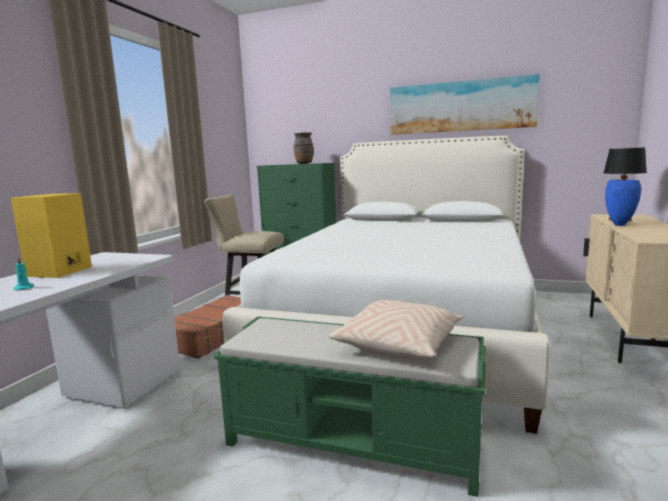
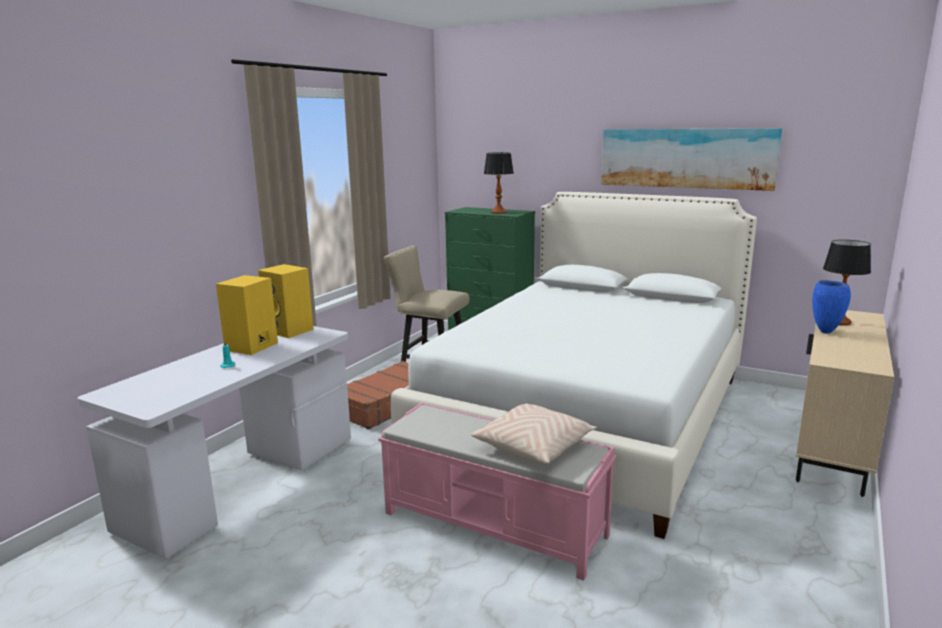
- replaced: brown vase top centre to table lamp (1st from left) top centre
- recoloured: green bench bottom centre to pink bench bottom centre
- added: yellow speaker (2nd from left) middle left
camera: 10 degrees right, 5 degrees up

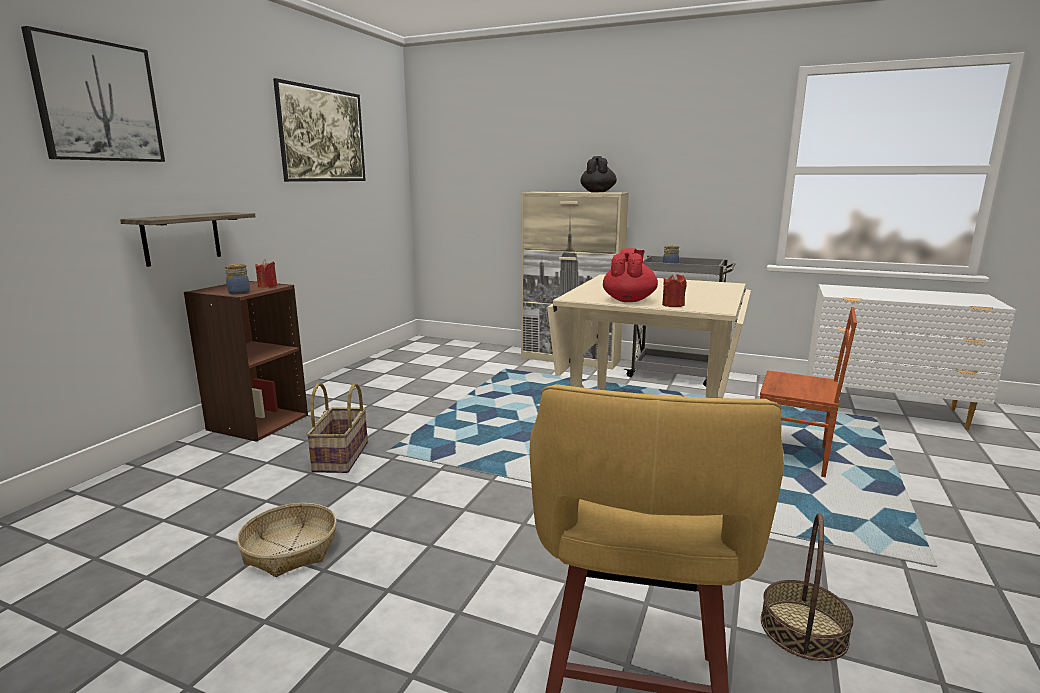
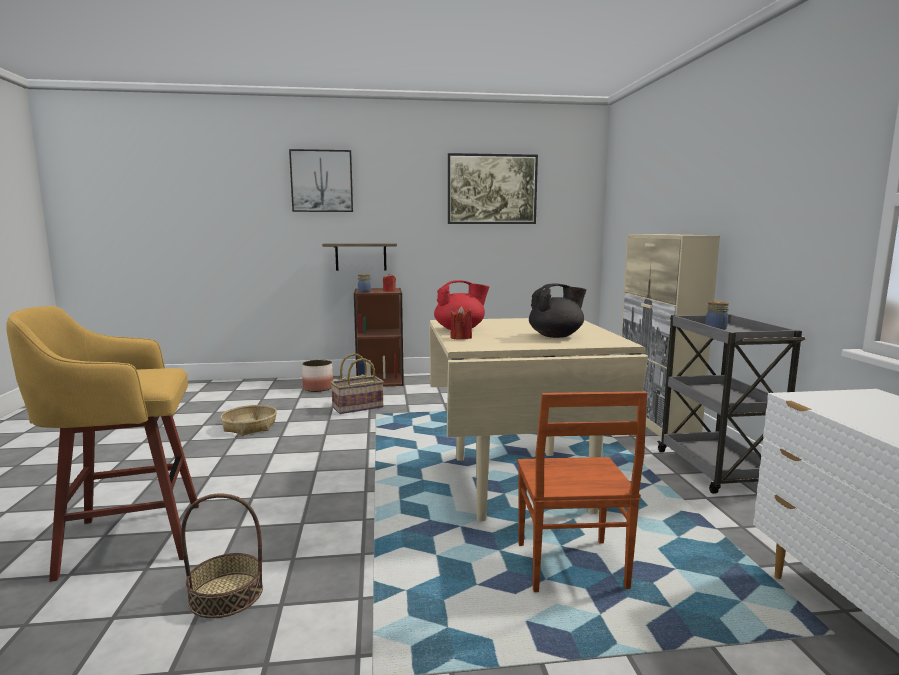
- moved: black teapot top centre to centre
- added: planter centre
camera: 60 degrees right, 5 degrees down

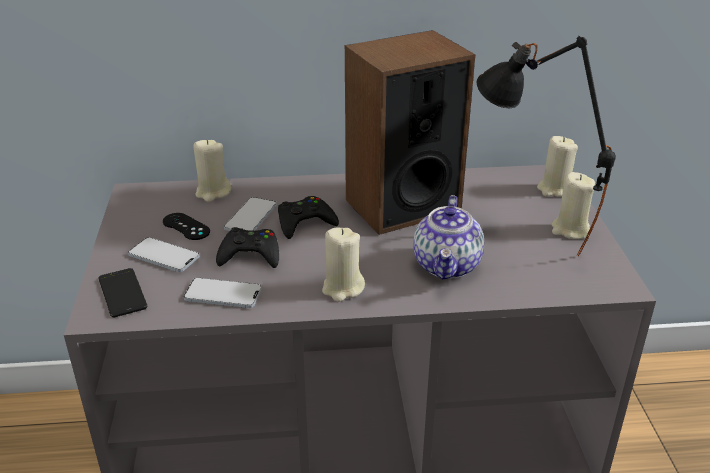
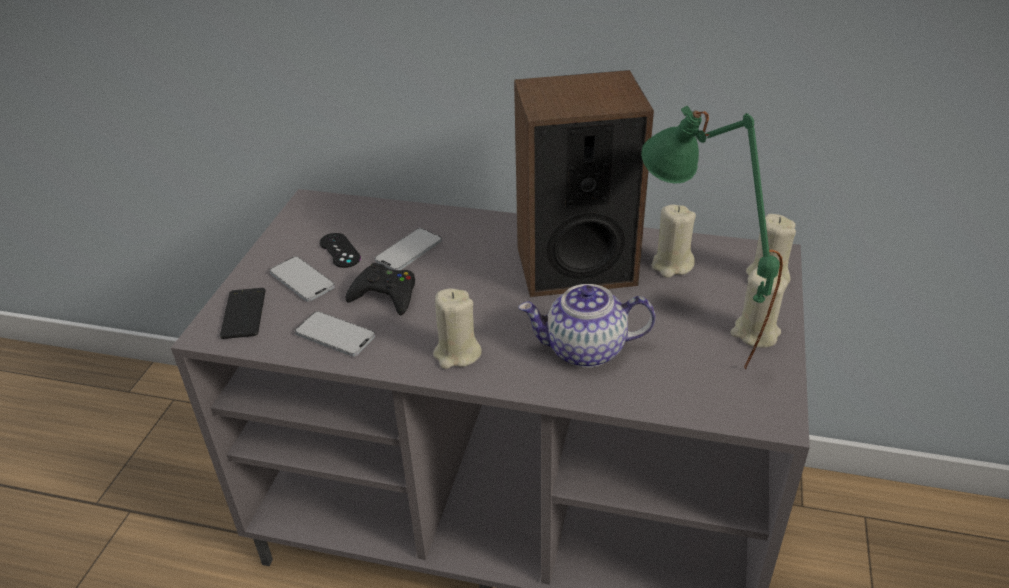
- recoloured: black table lamp top right to green table lamp middle right
- moved: beige candle (1st from left in the first image) middle left to beige candle (2nd from left) middle right
- turned: teapot centre = centre 60 degrees clockwise
- removed: black game controller (3rd from left) centre
camera: 20 degrees right, 5 degrees up

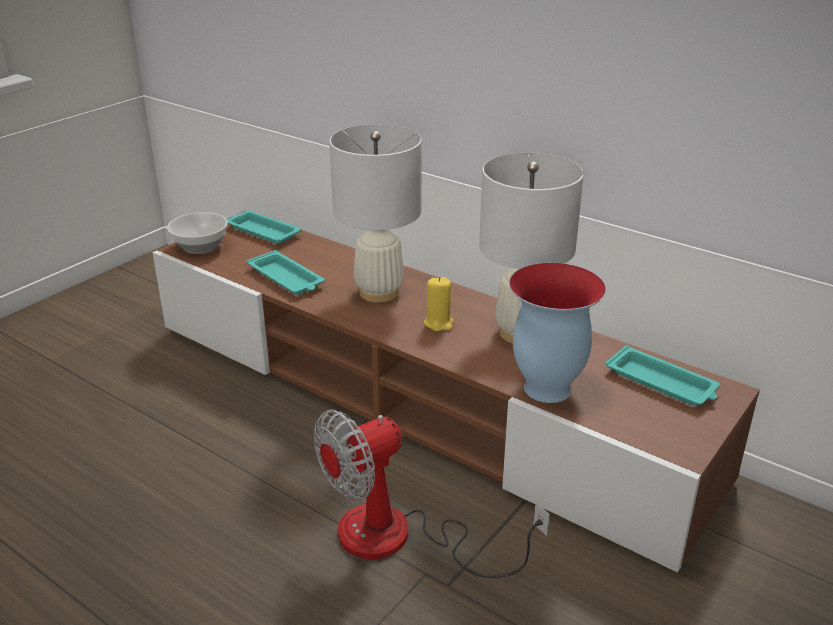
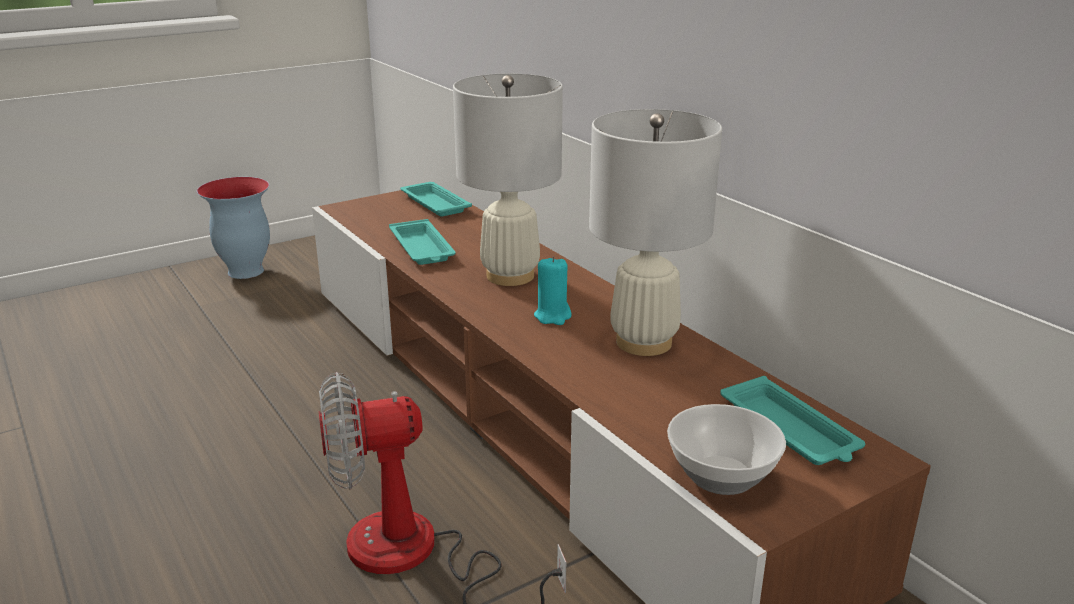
- moved: bowl middle left to bottom right
- moved: vase middle right to middle left
- recoloured: yellow candle centre to turquoise candle centre
camera: 20 degrees right, 5 degrees down

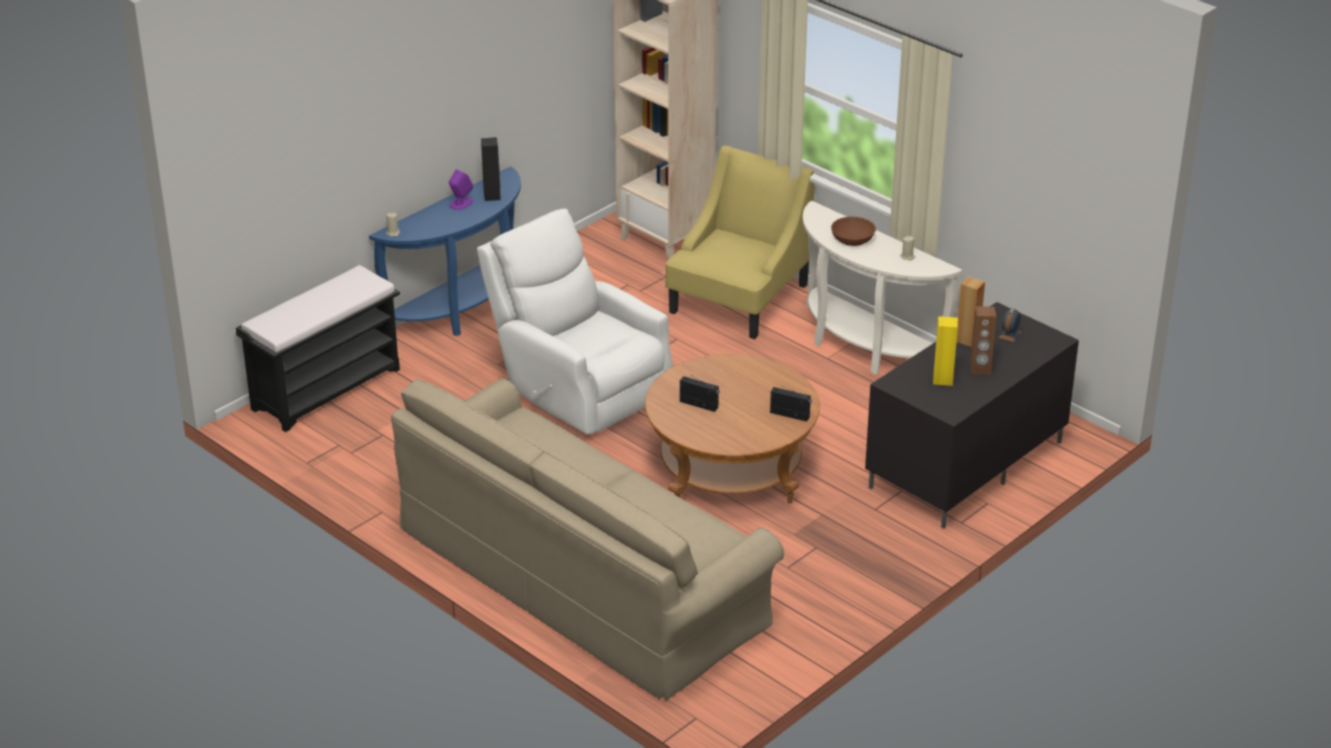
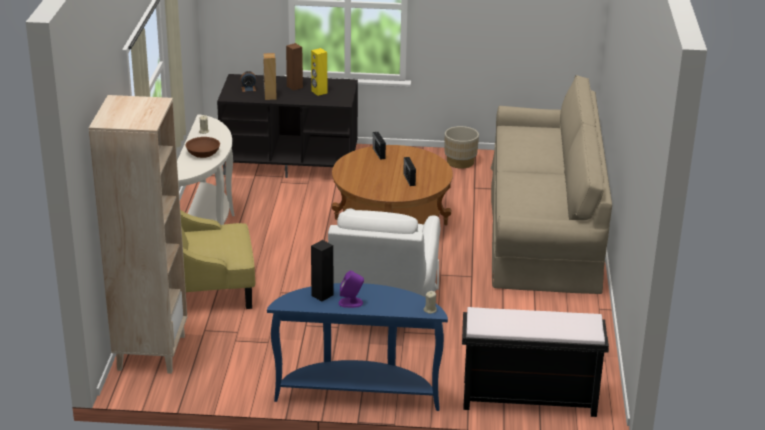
- added: beige planter centre
camera: 130 degrees left, 5 degrees down

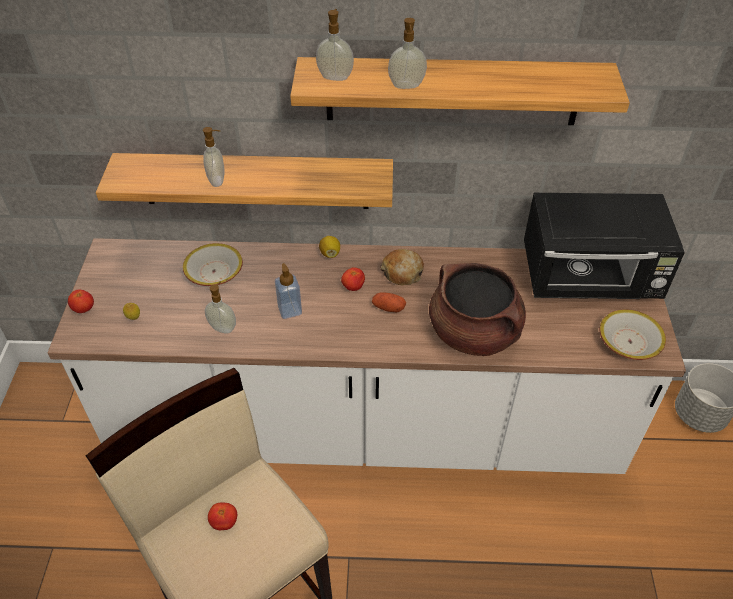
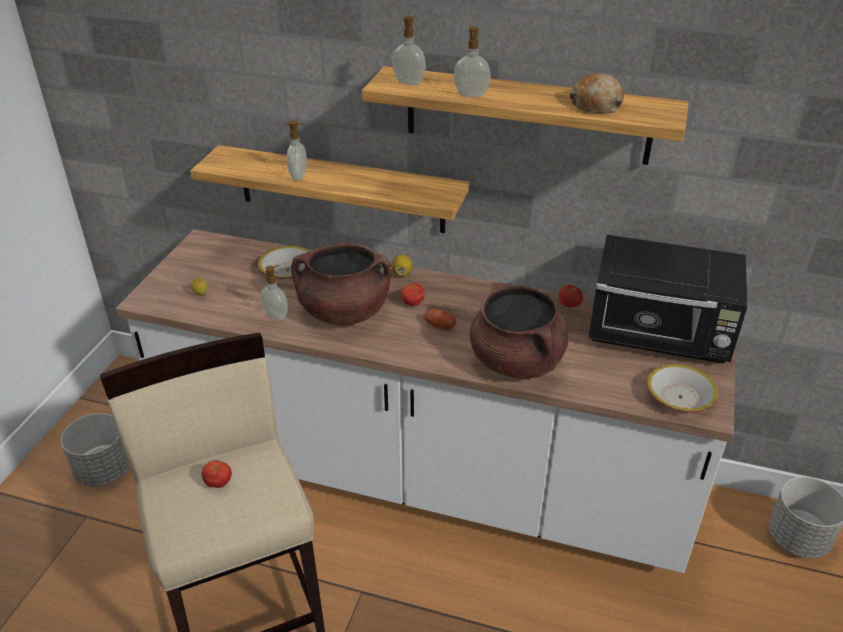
- moved: bread centre to top right
- replaced: soap dispenser (3rd from left) centre to brown cooking pot (1st from left) centre
- moved: tomato (1st from left in the first image) middle left to tomato (3rd from left) middle right
- added: grey planter (1st from left) bottom left
camera: 15 degrees right, 10 degrees down

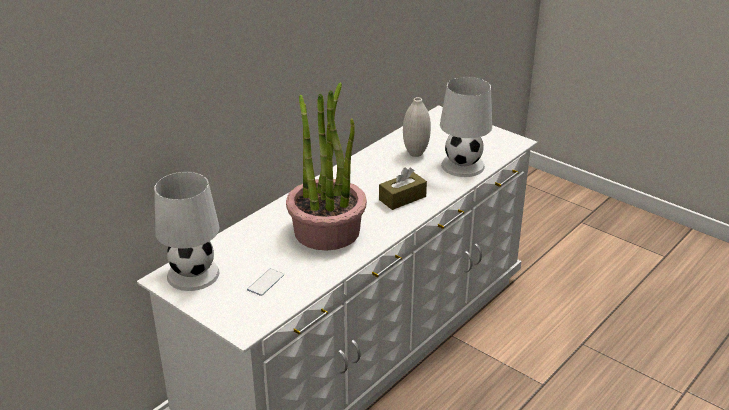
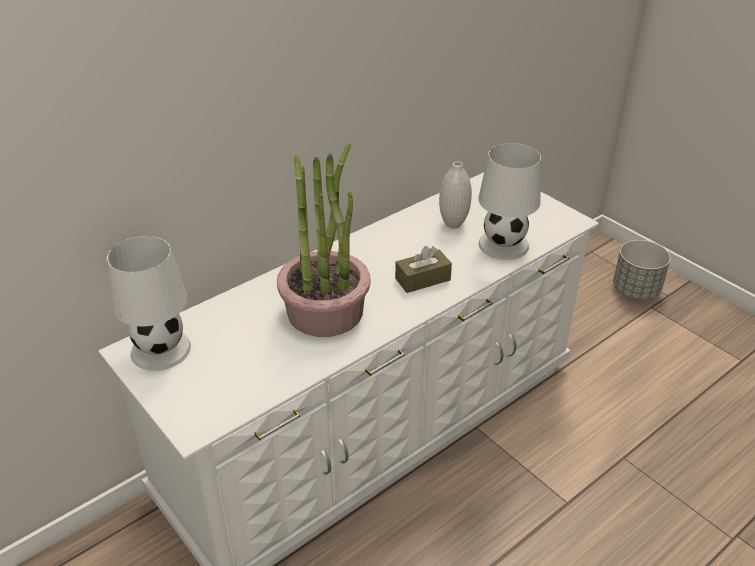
- removed: phone bottom centre
- added: grey planter middle right
camera: 10 degrees right, 5 degrees up

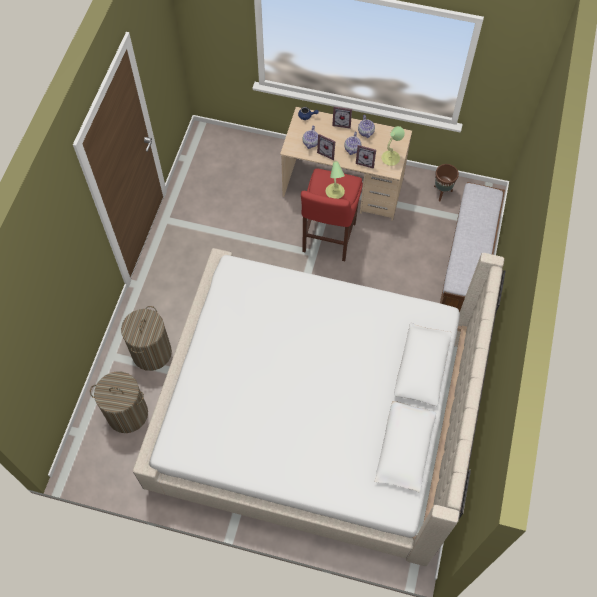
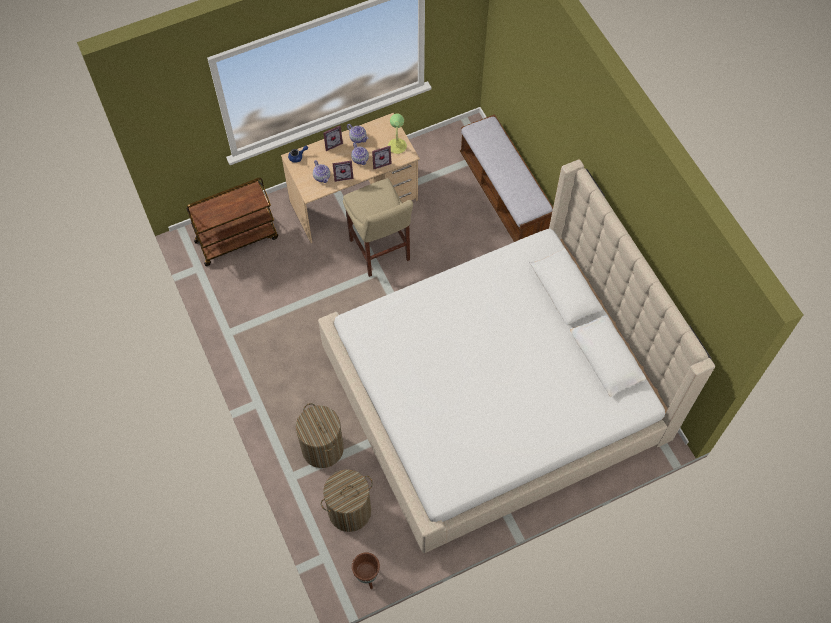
- removed: table lamp (1st from left) top centre
- moved: brown planter top right to bottom centre
- recoloured: red stool centre to beige stool centre
- added: brown cart middle left
camera: 40 degrees left, 0 degrees up

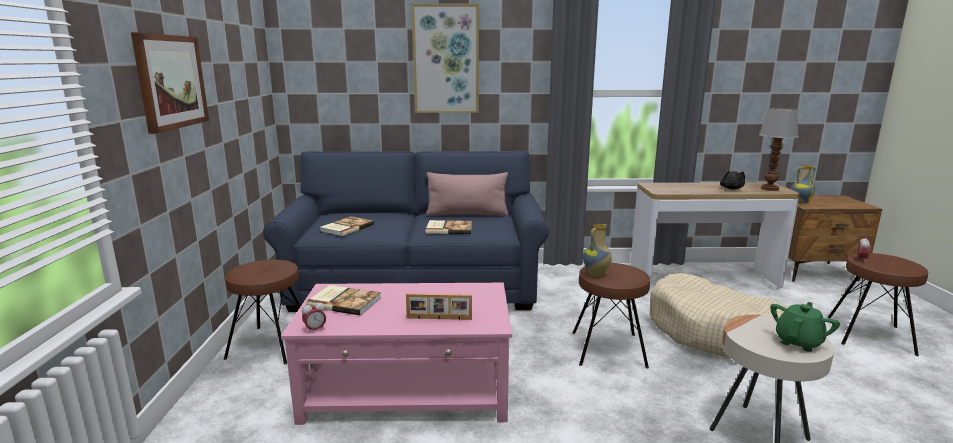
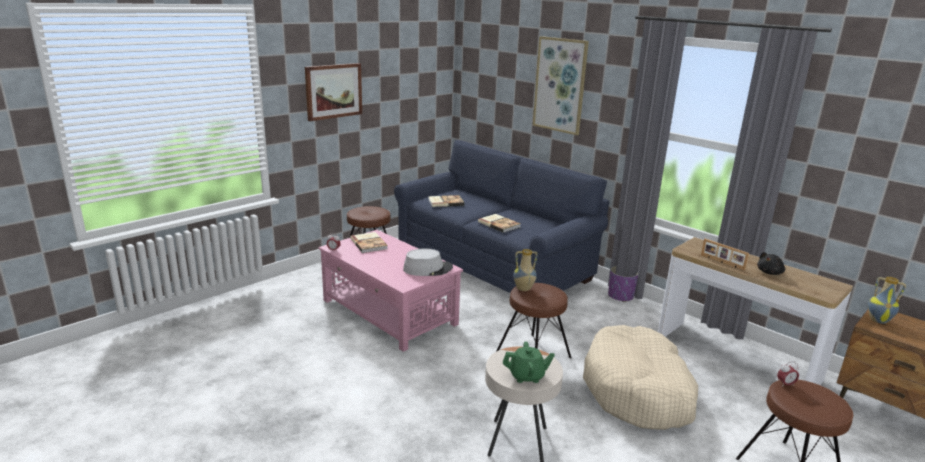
- removed: table lamp middle right
- removed: pink pillow centre
- moved: picture frame bottom centre to middle right
- added: grey hat centre
- added: purple planter middle right
camera: 45 degrees right, 5 degrees up

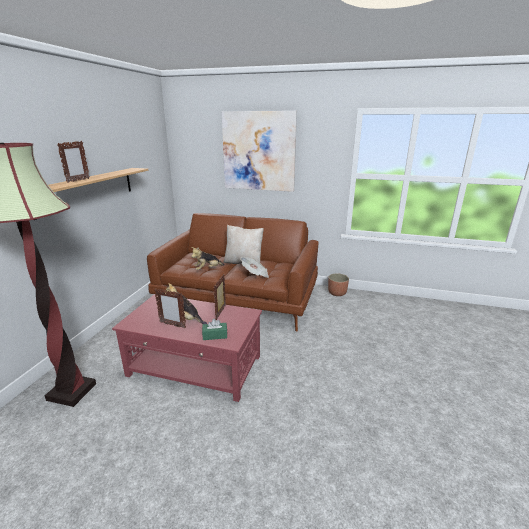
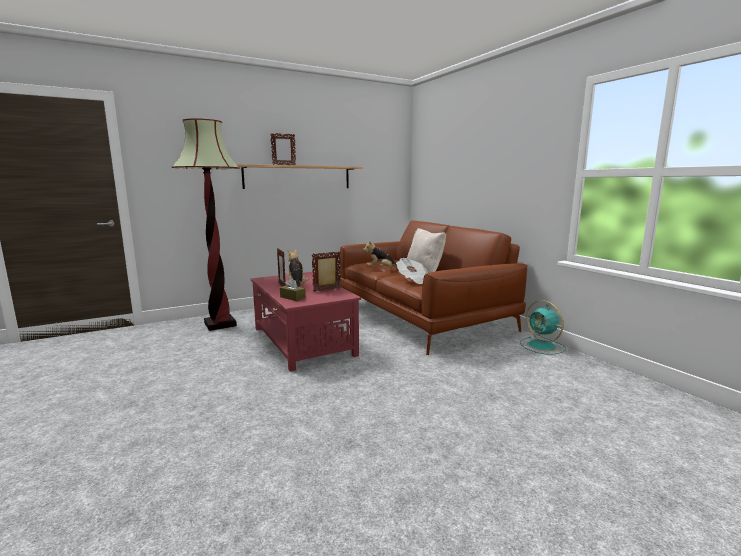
- removed: picture top centre
- replaced: planter centre to turquoise fan middle right
- recoloured: green tissue box centre to brown tissue box centre
camera: 45 degrees right, 10 degrees down

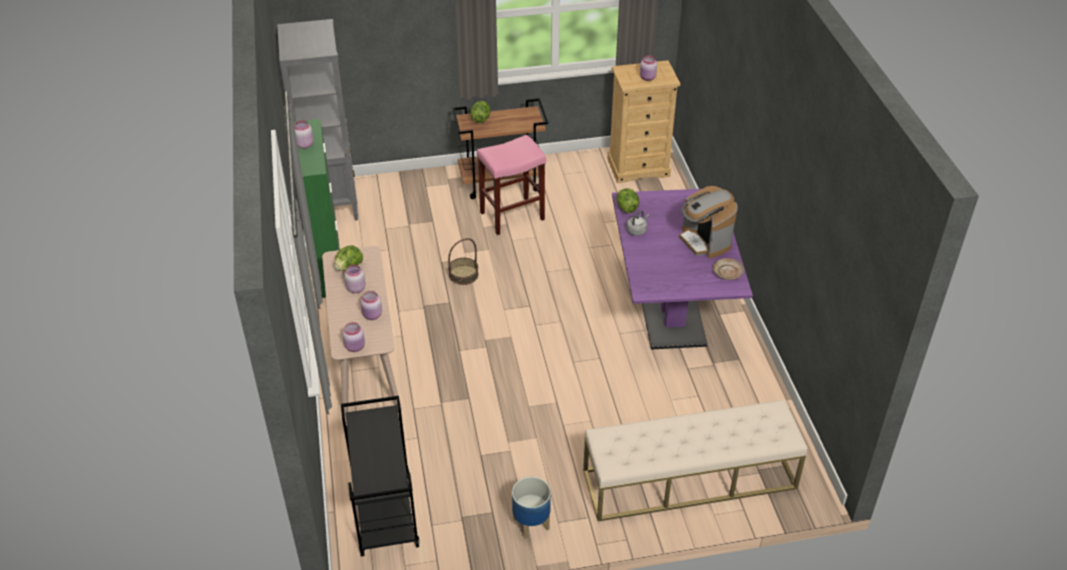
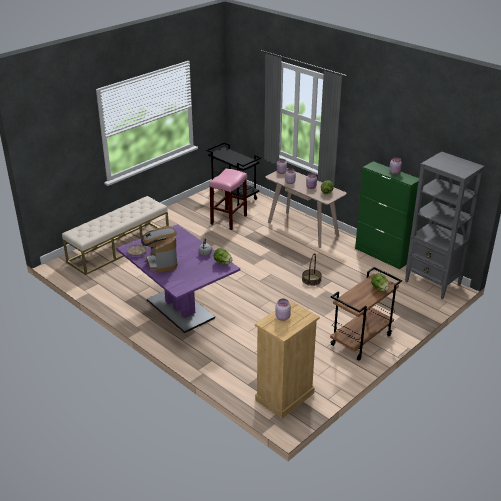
- moved: pink stool top centre to centre
- turned: coffee machine centre = middle left 135 degrees counterclockwise
- removed: planter bottom centre
camera: 145 degrees right, 10 degrees down

